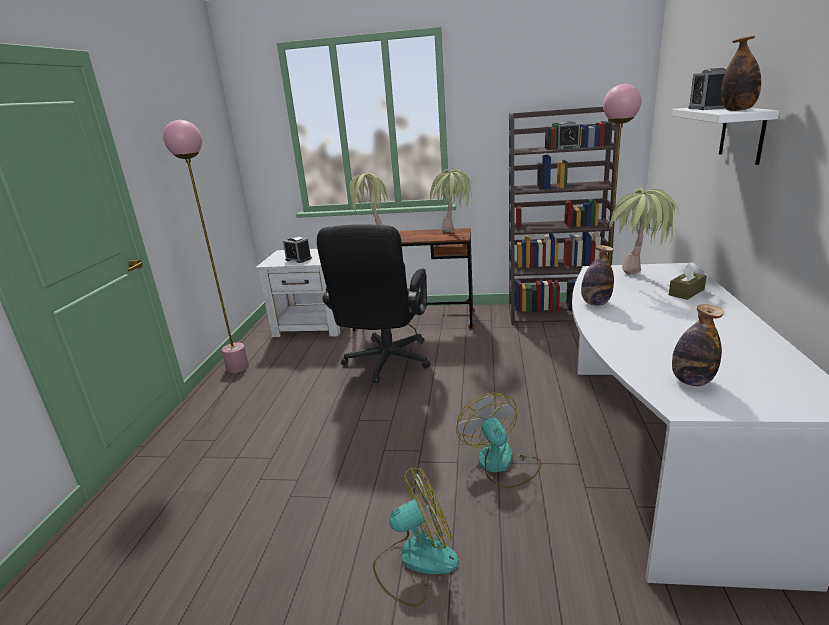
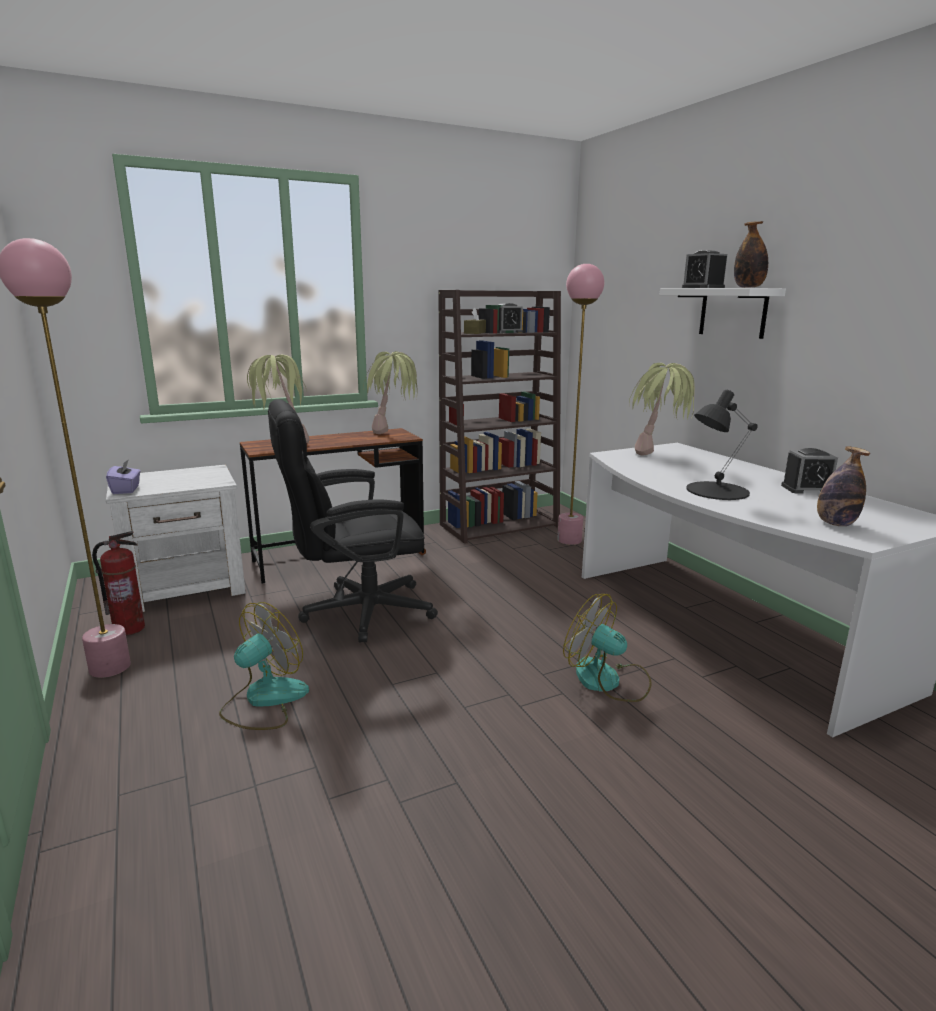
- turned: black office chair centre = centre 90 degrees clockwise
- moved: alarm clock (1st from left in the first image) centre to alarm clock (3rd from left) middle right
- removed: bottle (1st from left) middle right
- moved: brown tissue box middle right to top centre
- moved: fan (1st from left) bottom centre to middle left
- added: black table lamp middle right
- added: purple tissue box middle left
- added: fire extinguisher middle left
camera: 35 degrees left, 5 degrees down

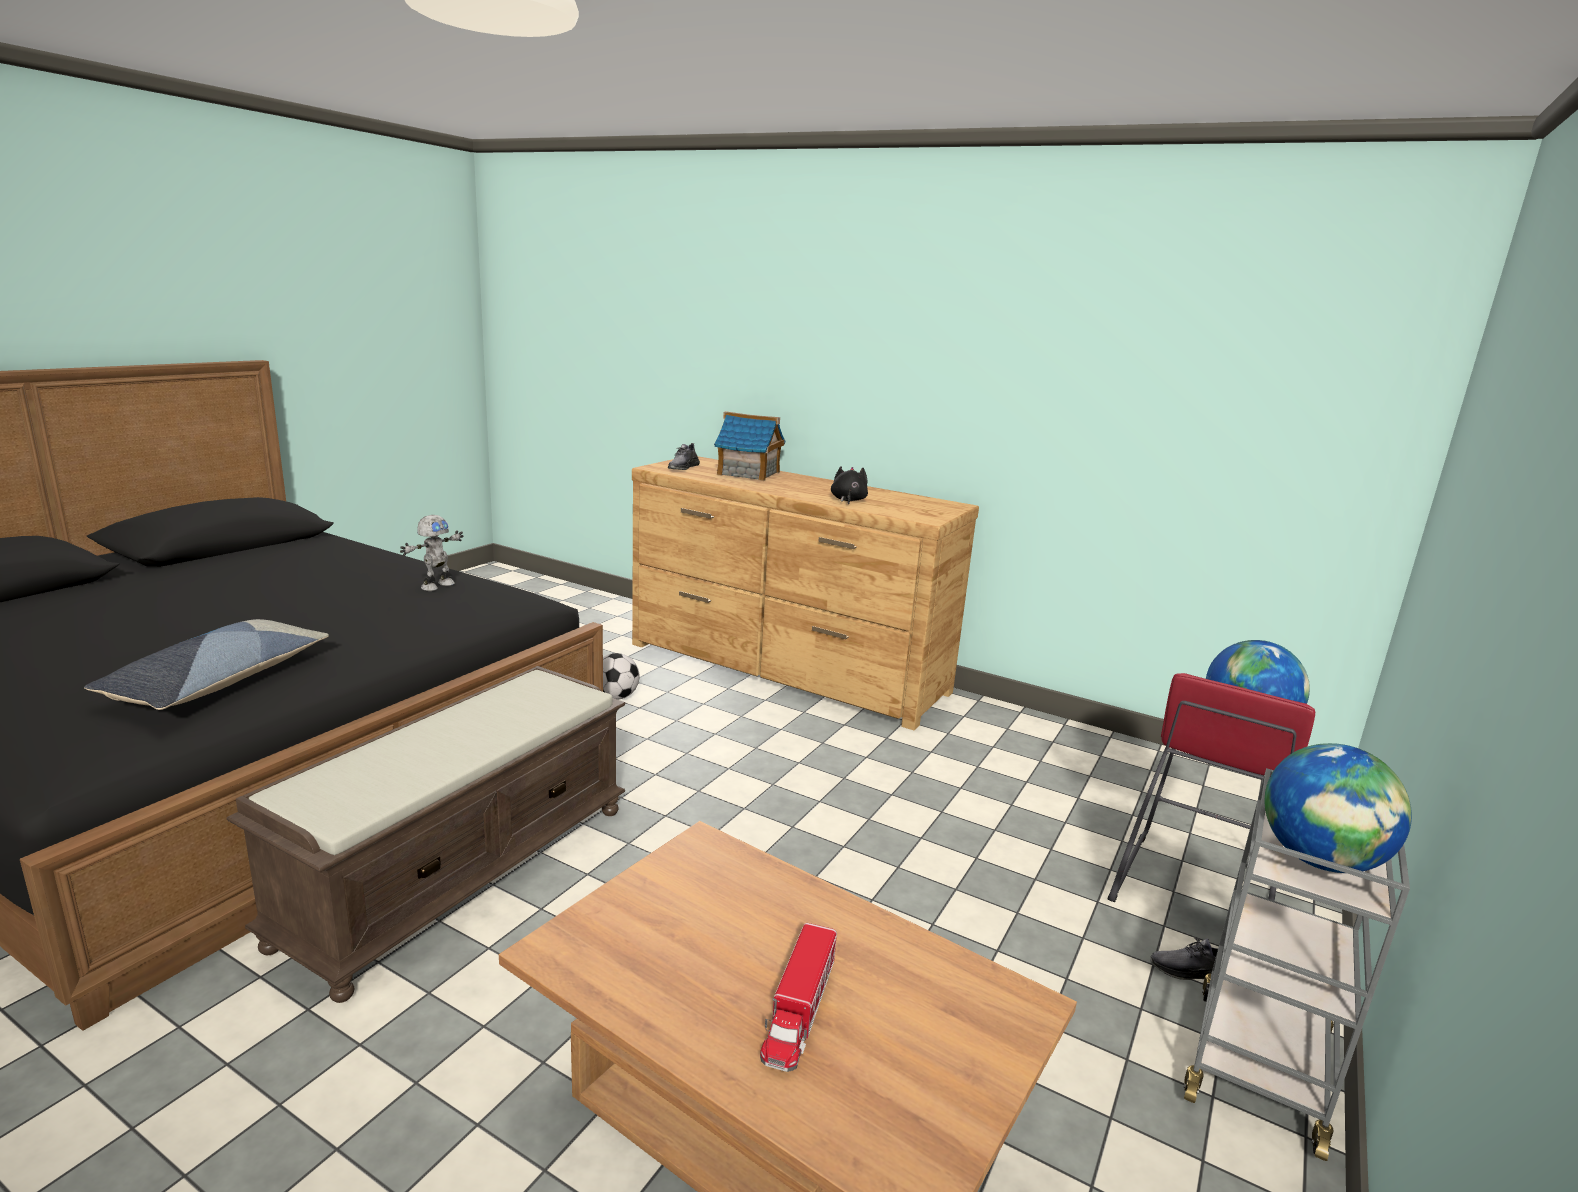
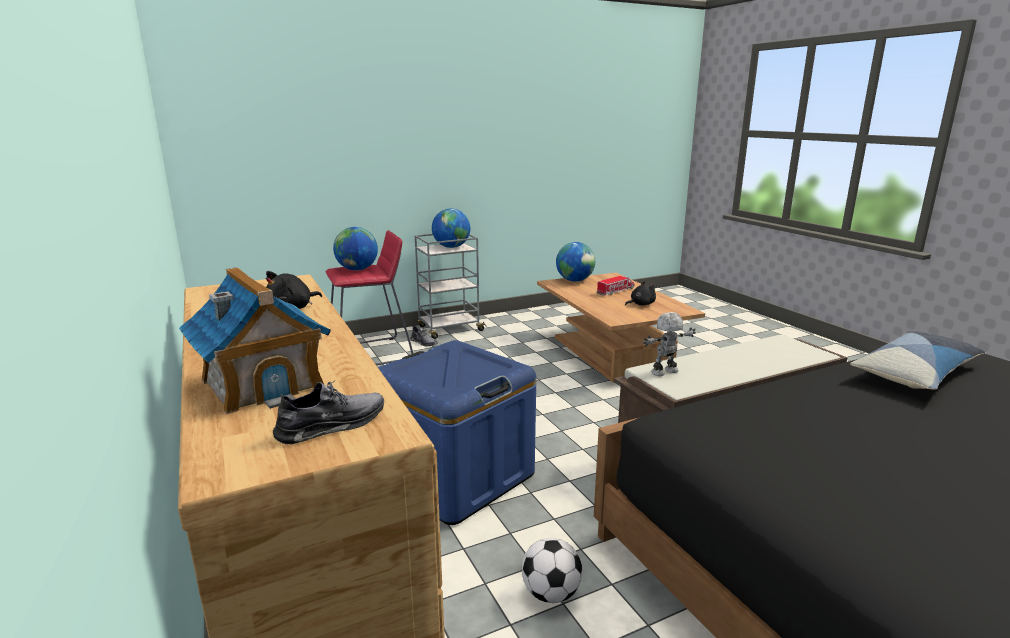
- moved: toy robot middle left to centre
- added: globe (3rd from left) centre
- added: black plush toy (2nd from left) centre
- added: blue storage box bottom centre
camera: 145 degrees left, 0 degrees up

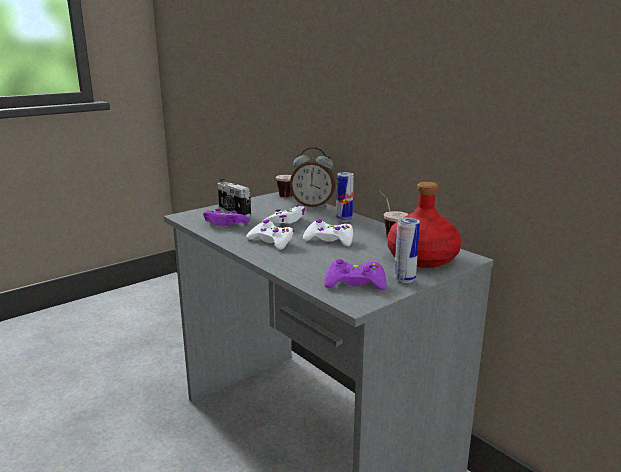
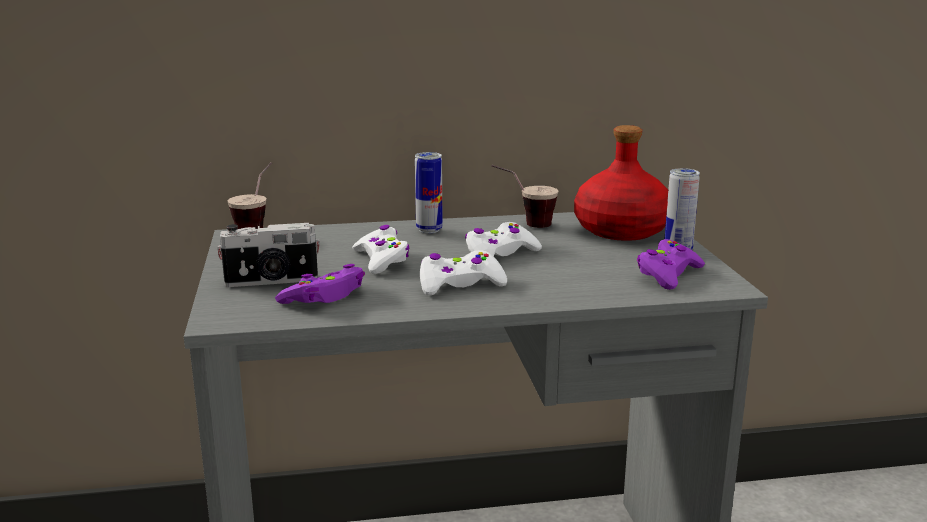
- removed: alarm clock centre
camera: 60 degrees left, 0 degrees up

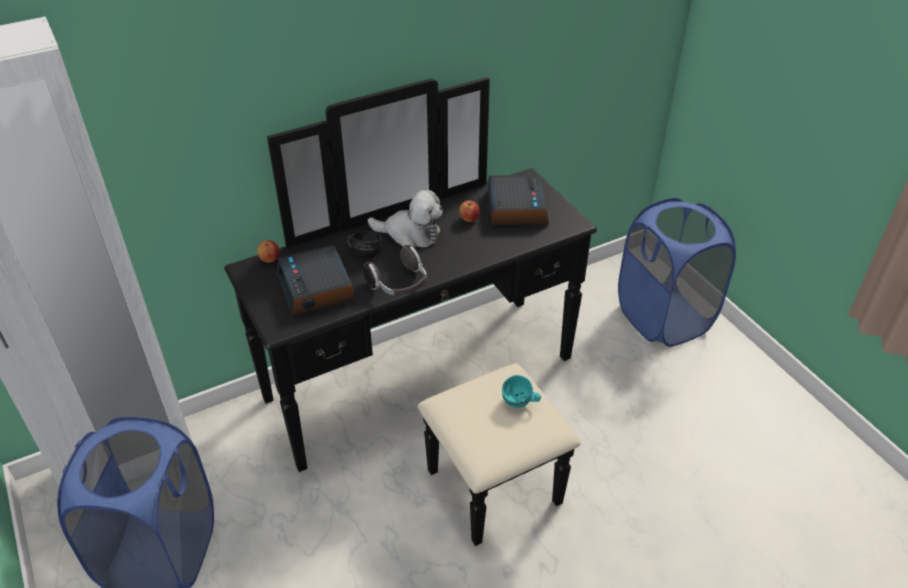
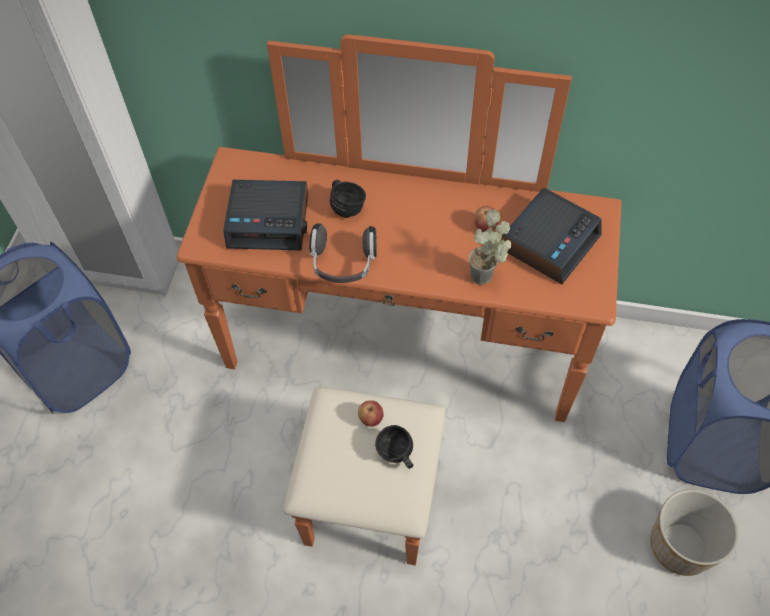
- recoloured: black dresser centre to orange dresser centre
- removed: plush toy centre
- moved: apple (1st from left) middle left to bottom centre
- turned: alarm clock (1st from left) centre = centre 105 degrees counterclockwise
- recoloured: turquoise mug centre to black mug (2nd from left) bottom centre
- added: potted plant centre
- added: planter bottom right
camera: 40 degrees right, 15 degrees up

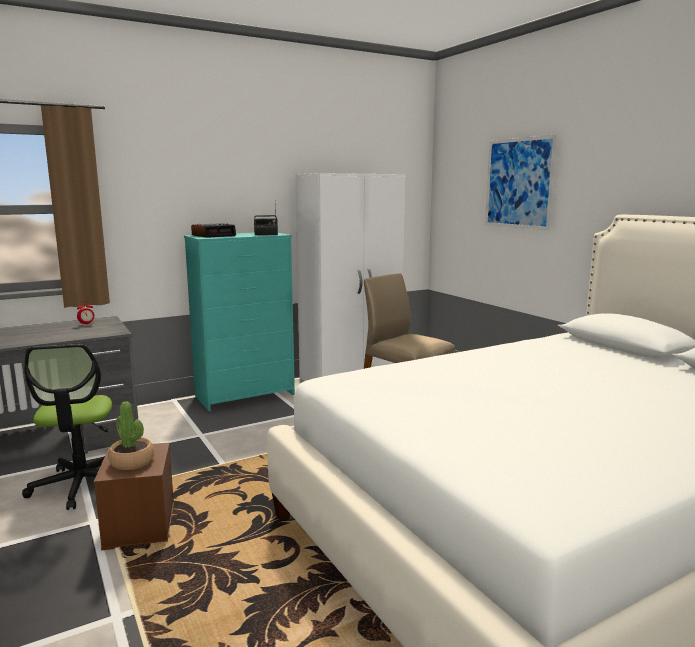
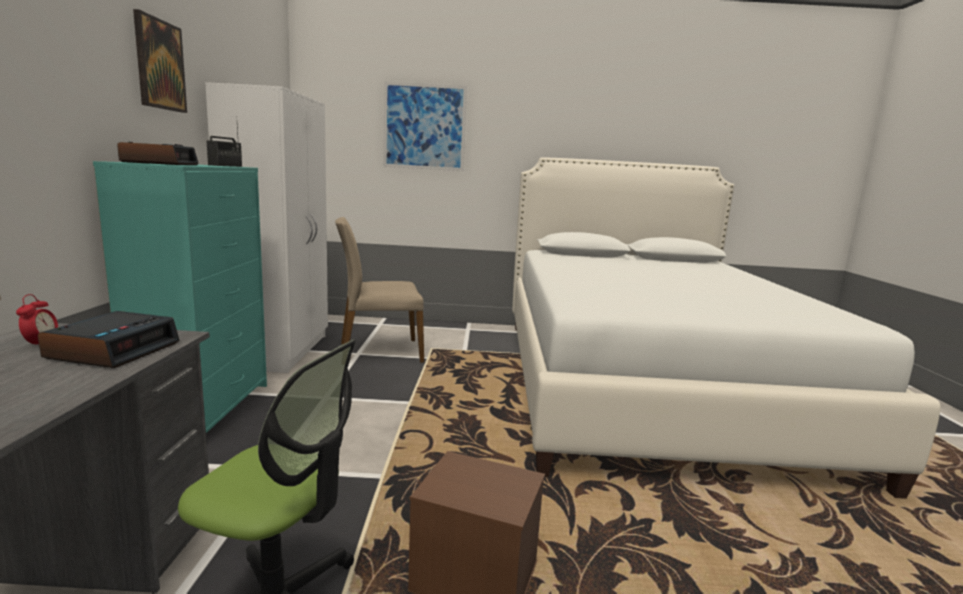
- removed: potted plant bottom left
- added: picture (1st from left) top left
- added: alarm clock (2nd from left) middle left
camera: 60 degrees left, 0 degrees up

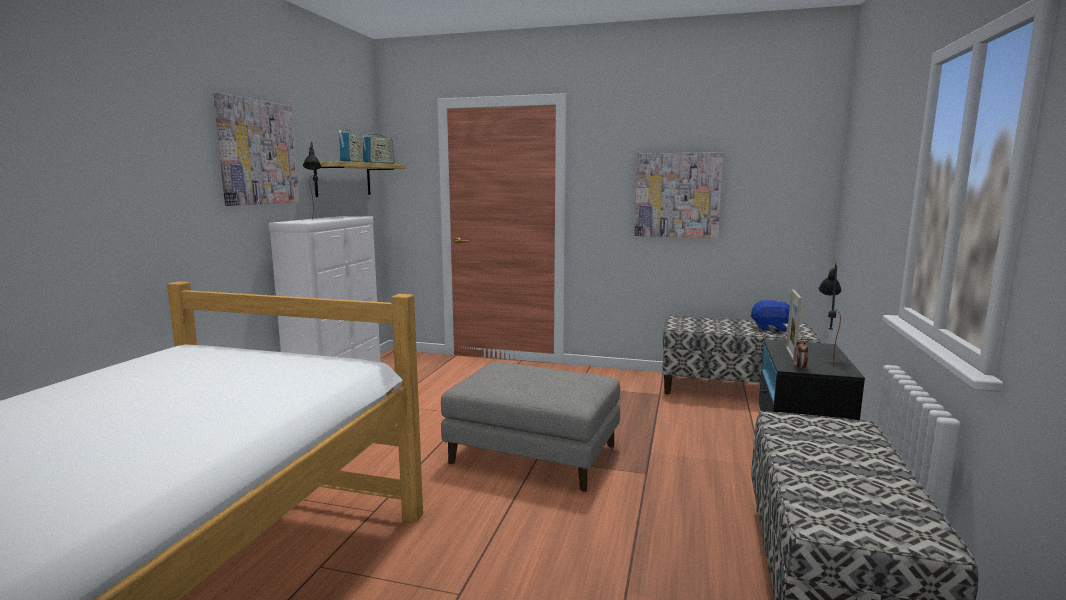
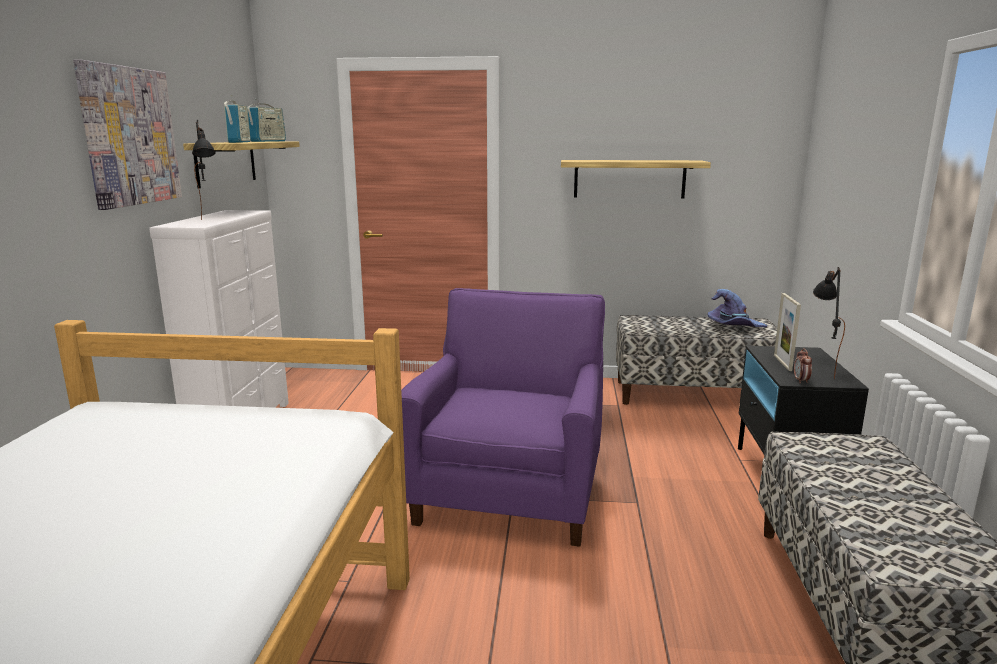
- replaced: picture (2nd from left) top centre to shelf (2nd from left) top centre
- replaced: blue plush toy middle right to purple hat middle right
- replaced: grey ottoman bottom centre to purple armchair centre
camera: 10 degrees left, 5 degrees up

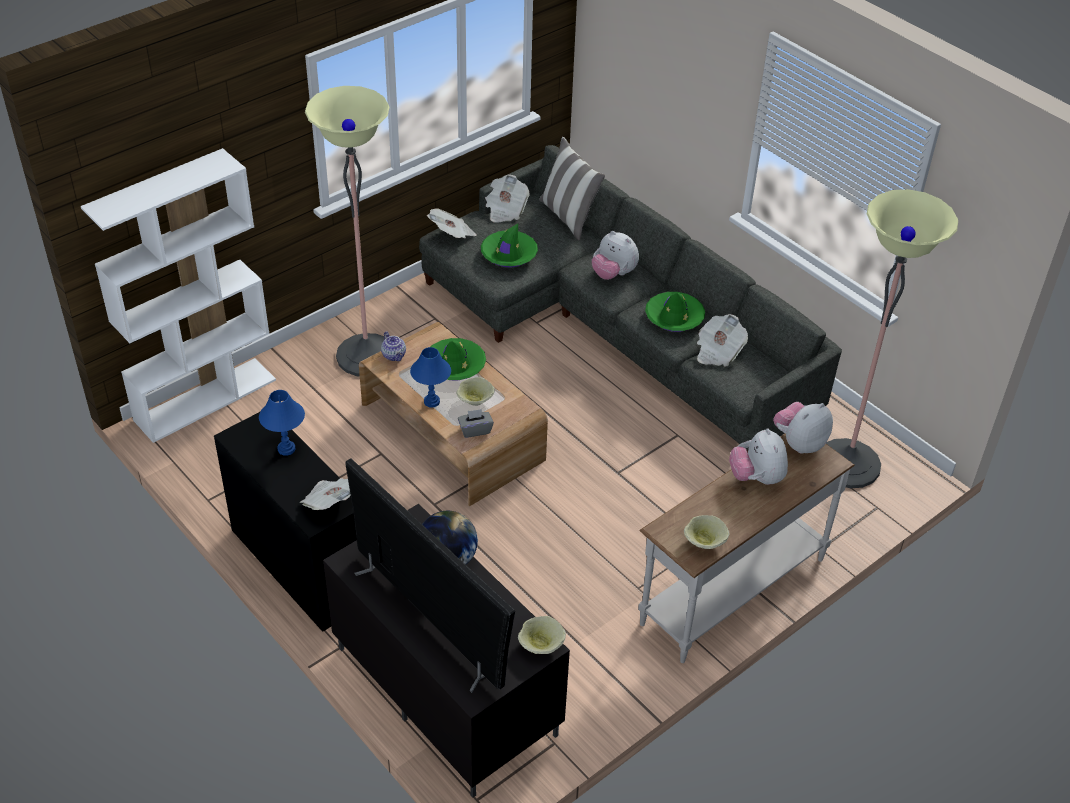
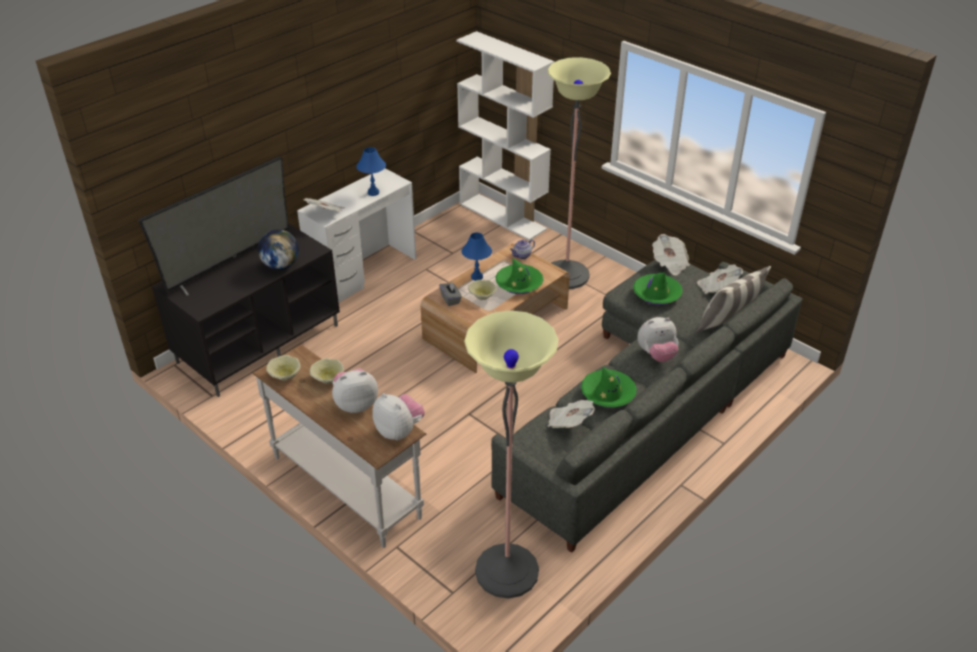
- turned: plush toy (1st from left in the first image) top centre = middle right 135 degrees counterclockwise
- recoloured: black desk middle left to white desk centre
- moved: beige bowl (2nd from left) bottom centre to centre
camera: 85 degrees right, 5 degrees down

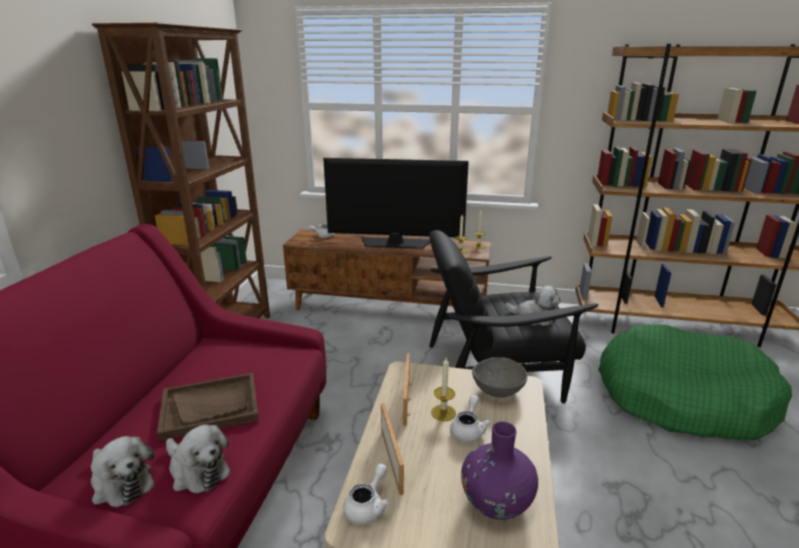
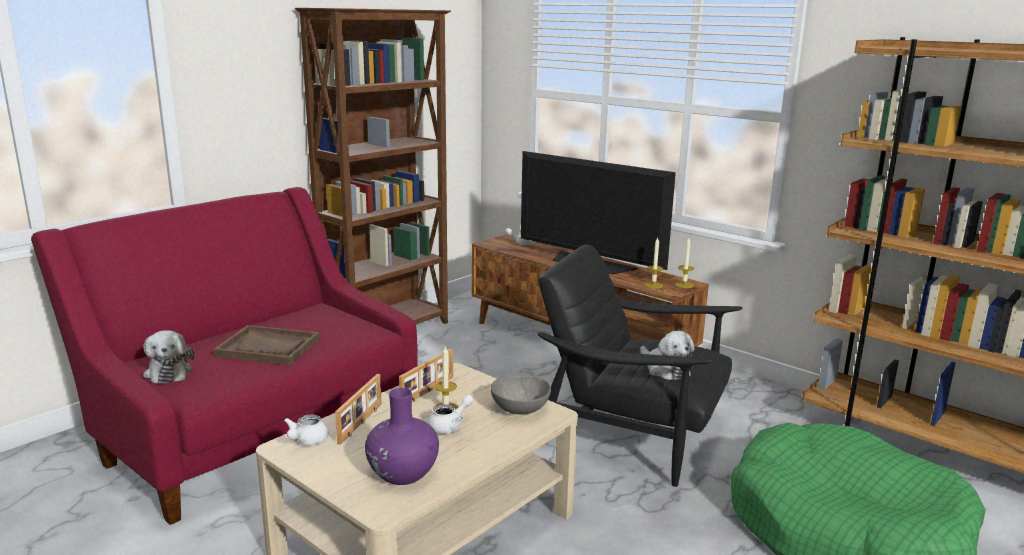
- removed: plush toy (2nd from left) bottom left
- turned: white teapot (2nd from left in the first image) bottom centre = bottom left 135 degrees clockwise
camera: 30 degrees right, 5 degrees down

